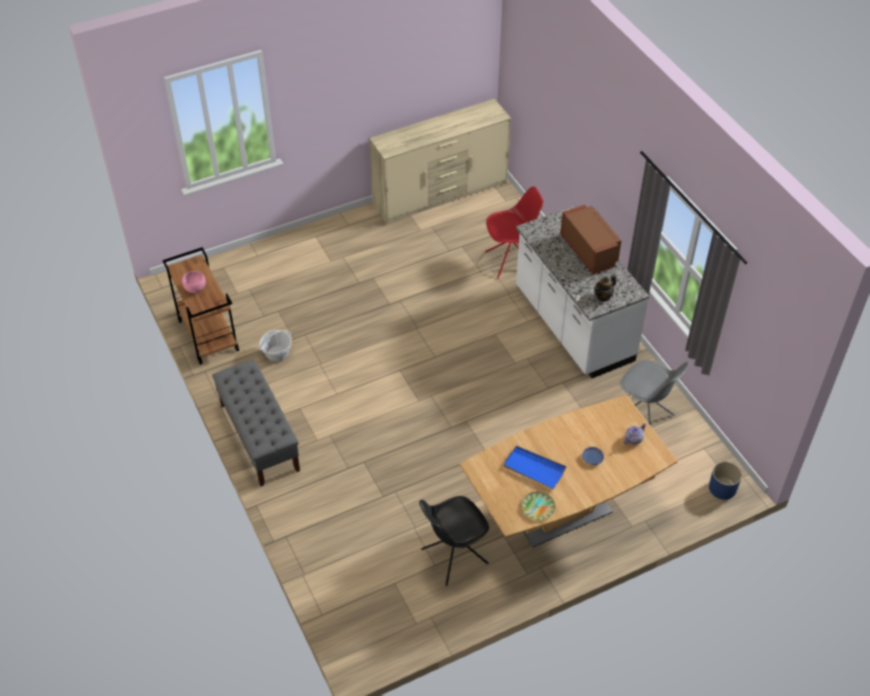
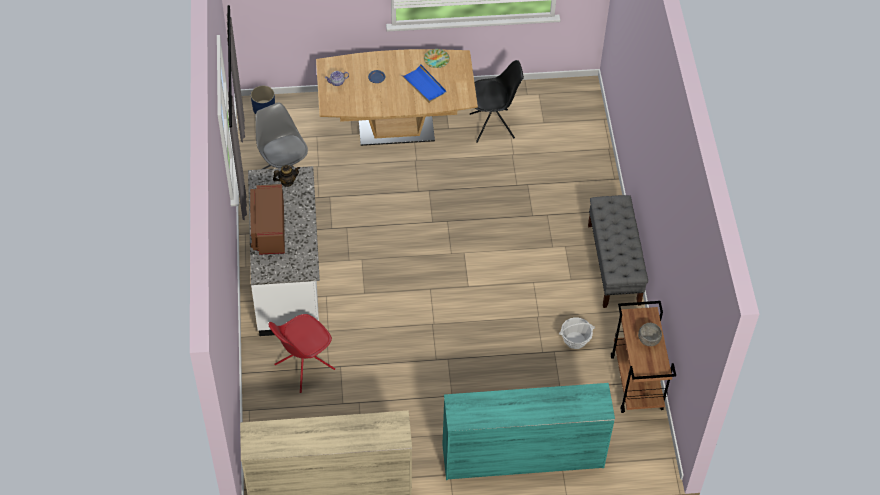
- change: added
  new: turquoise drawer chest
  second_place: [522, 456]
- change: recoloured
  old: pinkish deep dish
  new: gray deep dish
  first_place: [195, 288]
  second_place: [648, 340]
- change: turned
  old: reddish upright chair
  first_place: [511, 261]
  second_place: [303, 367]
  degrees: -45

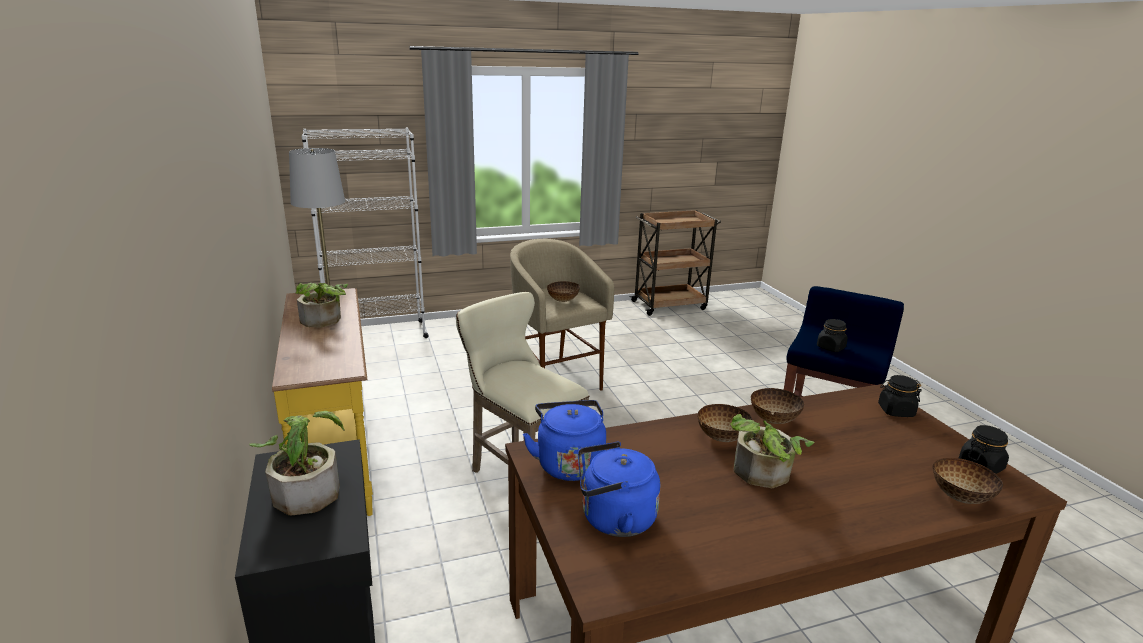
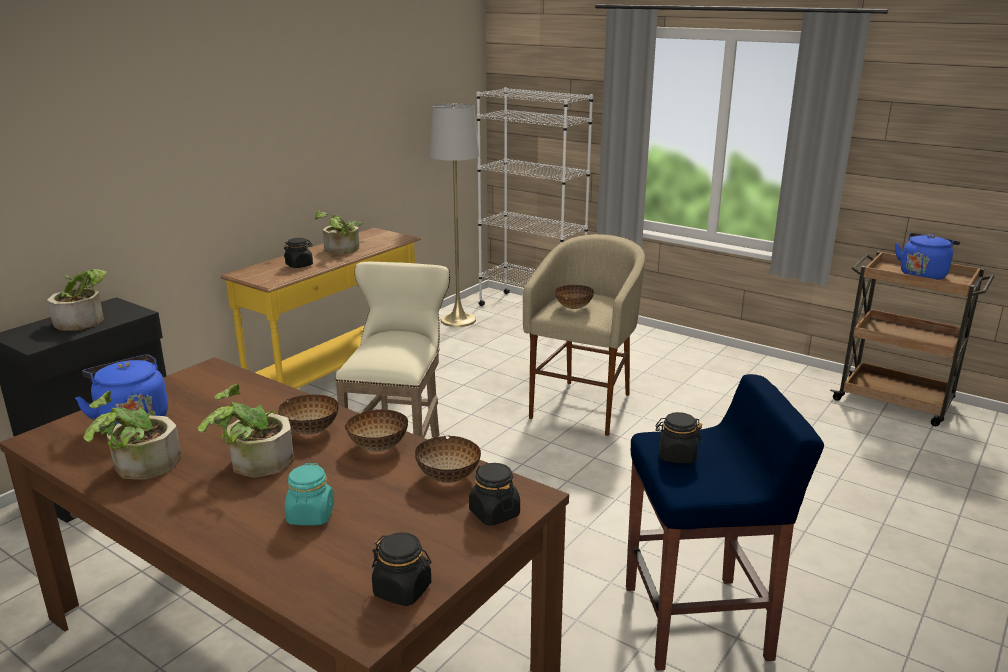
- change: added
  new: plant in a pot
  second_place: [138, 467]
- change: added
  new: black-coloured storage jar
  second_place: [299, 265]
- change: added
  new: turquoise storage jar
  second_place: [311, 516]
- change: moved
  old: blue-coloured water kettle
  first_place: [568, 463]
  second_place: [923, 275]
- change: moved
  old: deep dish
  first_place: [961, 497]
  second_place: [449, 478]

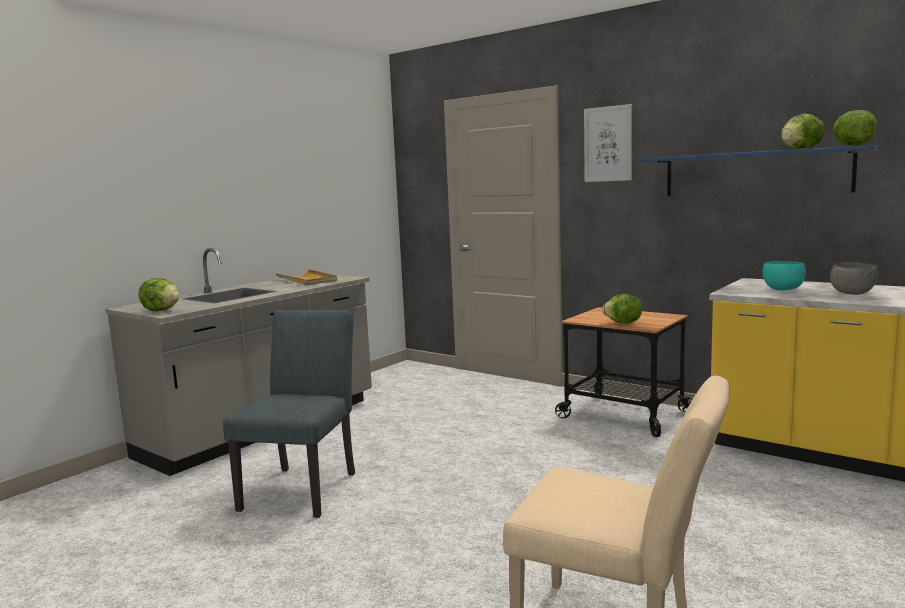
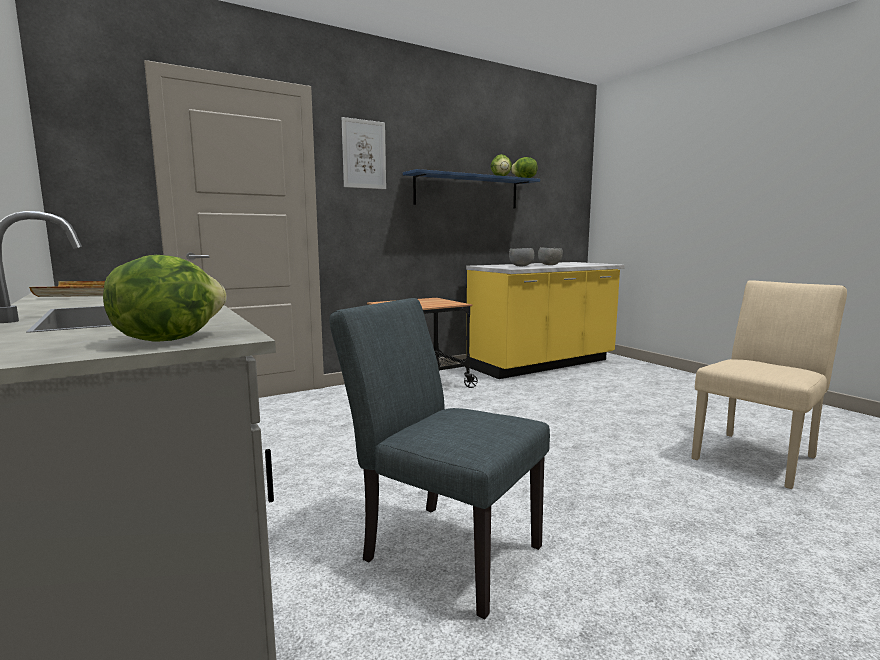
- change: removed
  old: head of lettuce
  first_place: [623, 323]
- change: recoloured
  old: turquoise deep dish
  new: gray deep dish
  first_place: [782, 290]
  second_place: [520, 266]

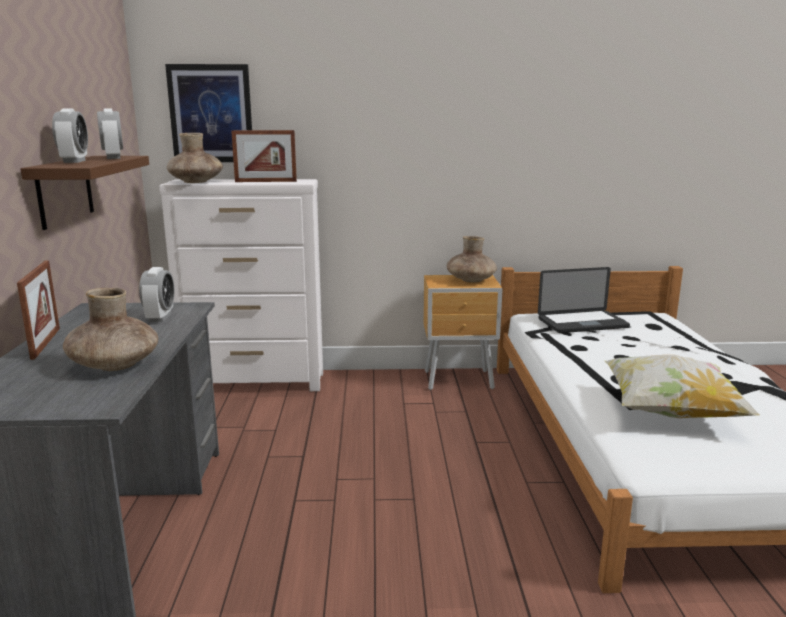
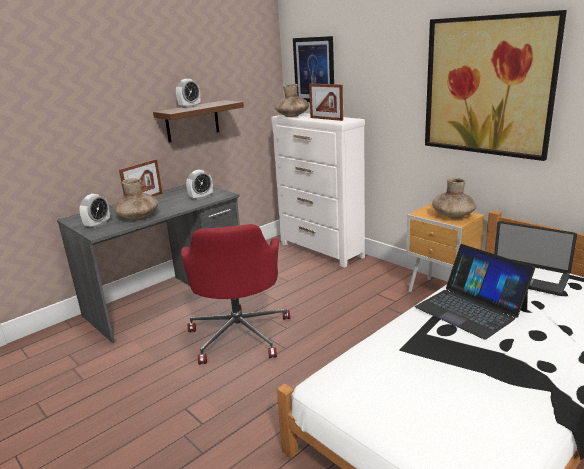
- change: removed
  old: pillow
  first_place: [670, 413]
- change: added
  new: reddish computer chair
  second_place: [240, 334]
- change: added
  new: notebook computer
  second_place: [470, 308]
- change: added
  new: wall picture
  second_place: [488, 86]
- change: moved
  old: table clock
  first_place: [113, 158]
  second_place: [97, 225]

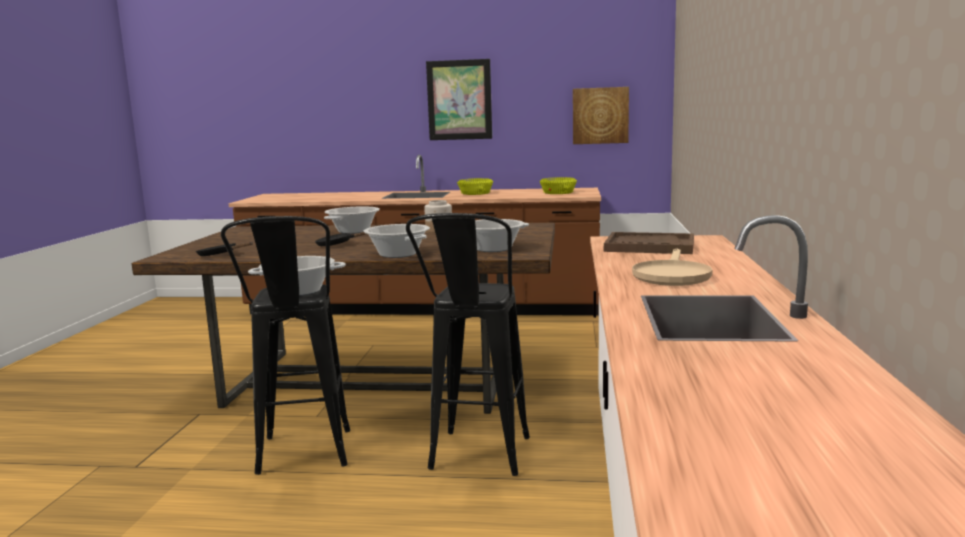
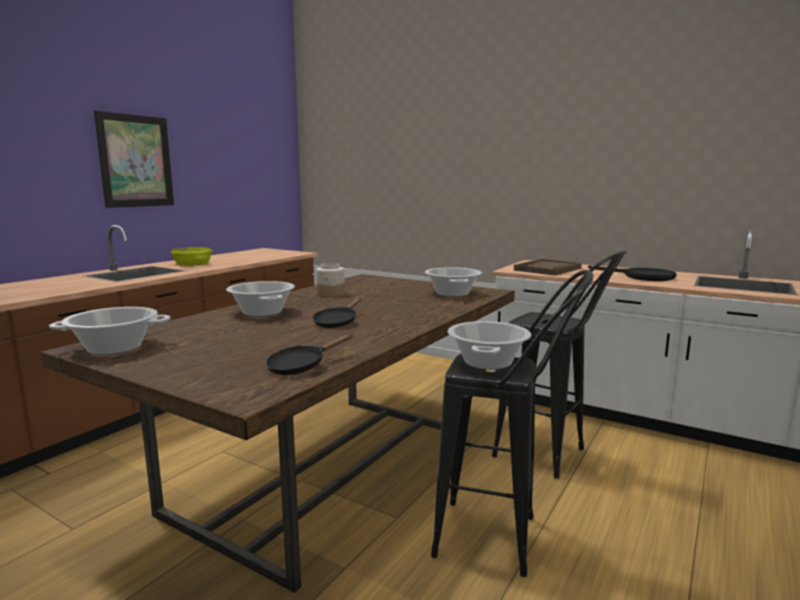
- change: removed
  old: yellow deep dish
  first_place: [557, 192]
- change: removed
  old: wall picture
  first_place: [600, 115]
- change: moved
  old: cooking pot
  first_place: [398, 254]
  second_place: [114, 348]
- change: recoloured
  old: beige skillet
  new: black-coloured skillet
  first_place: [671, 275]
  second_place: [641, 277]

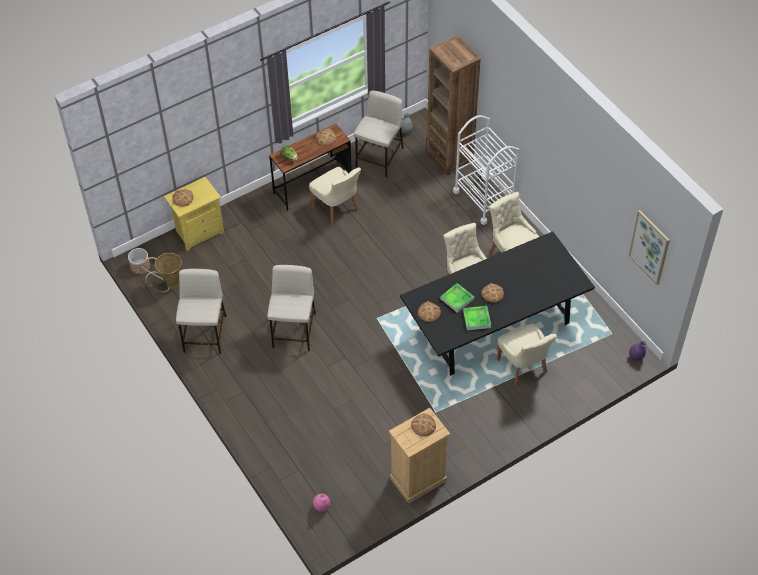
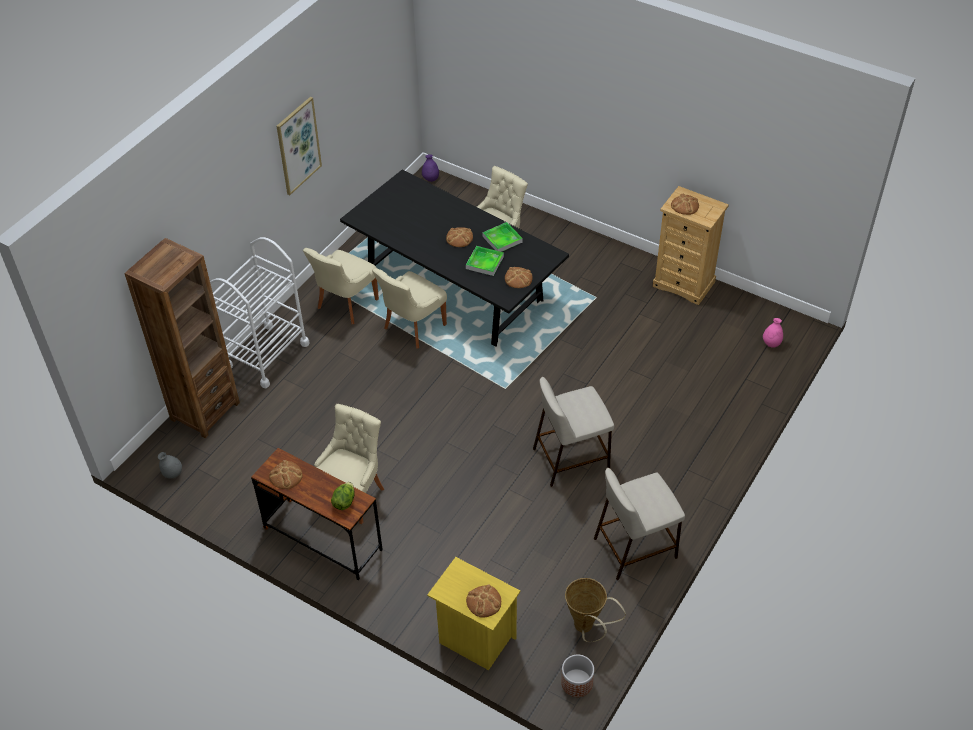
- change: removed
  old: beige stool seat
  first_place: [379, 158]
- change: moved
  old: wall picture
  first_place: [650, 247]
  second_place: [298, 145]

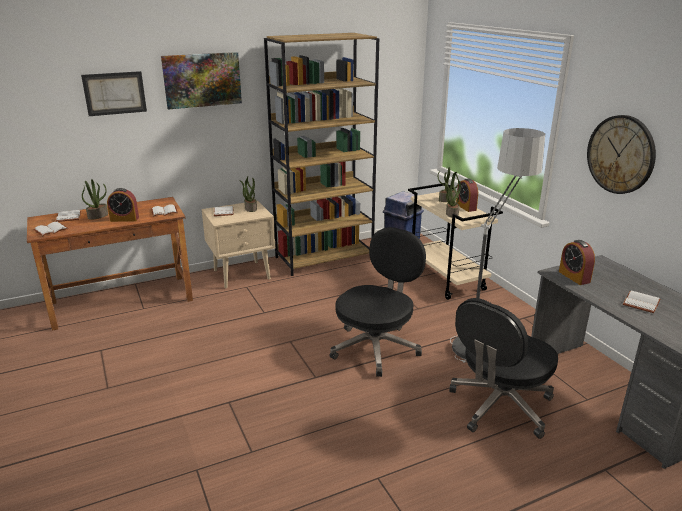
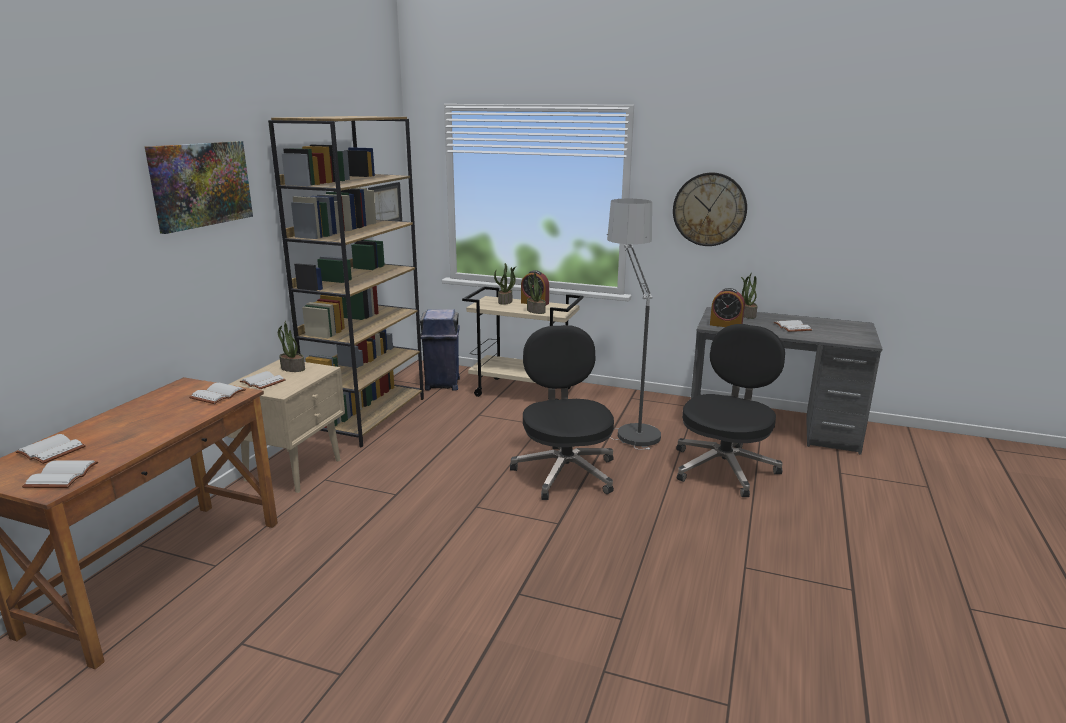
- change: removed
  old: table clock
  first_place: [124, 219]
- change: moved
  old: wall picture
  first_place: [114, 93]
  second_place: [385, 205]
- change: moved
  old: plant in a pot
  first_place: [98, 216]
  second_place: [747, 315]
- change: turned
  old: black-coloured computer chair
  first_place: [499, 406]
  second_place: [724, 467]
  degrees: -150

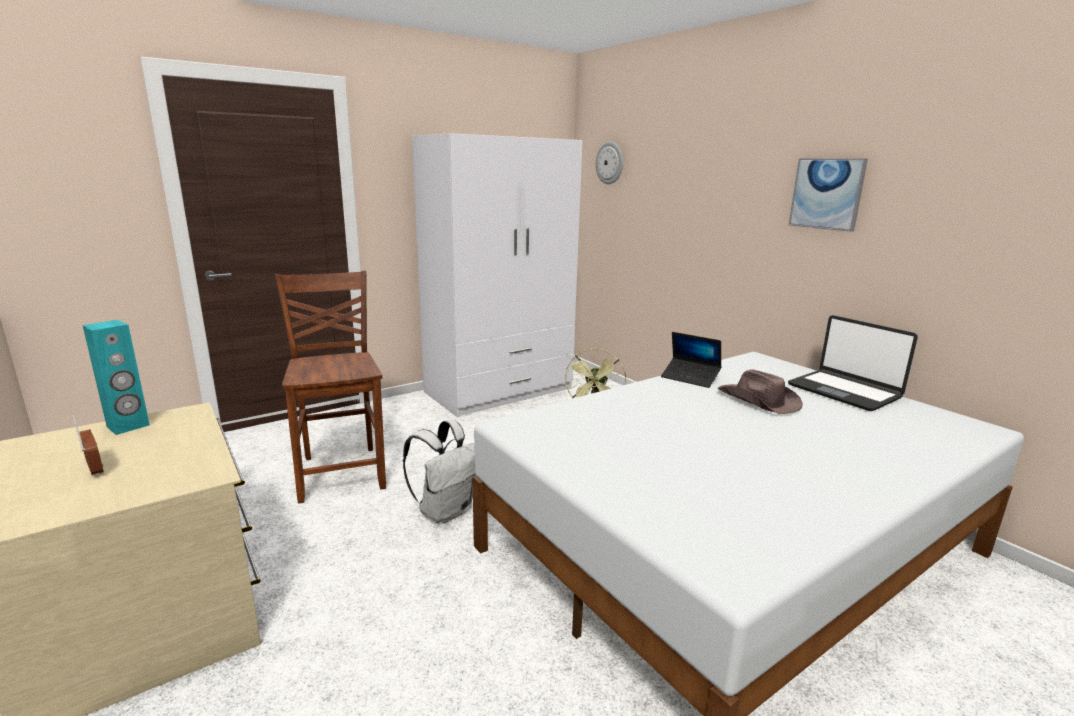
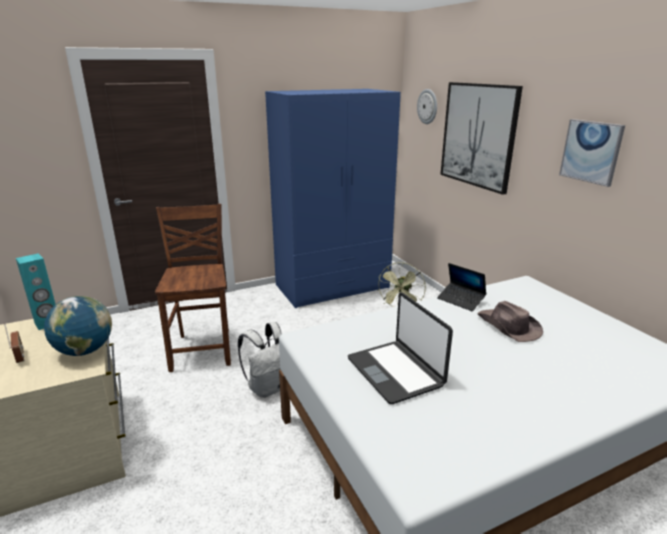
- change: added
  new: globe
  second_place: [85, 351]
- change: added
  new: wall picture
  second_place: [478, 135]
- change: moved
  old: notebook computer
  first_place: [844, 391]
  second_place: [395, 371]
- change: recoloured
  old: whitish clothes cupboard
  new: blue-coloured clothes cupboard
  first_place: [500, 390]
  second_place: [333, 286]

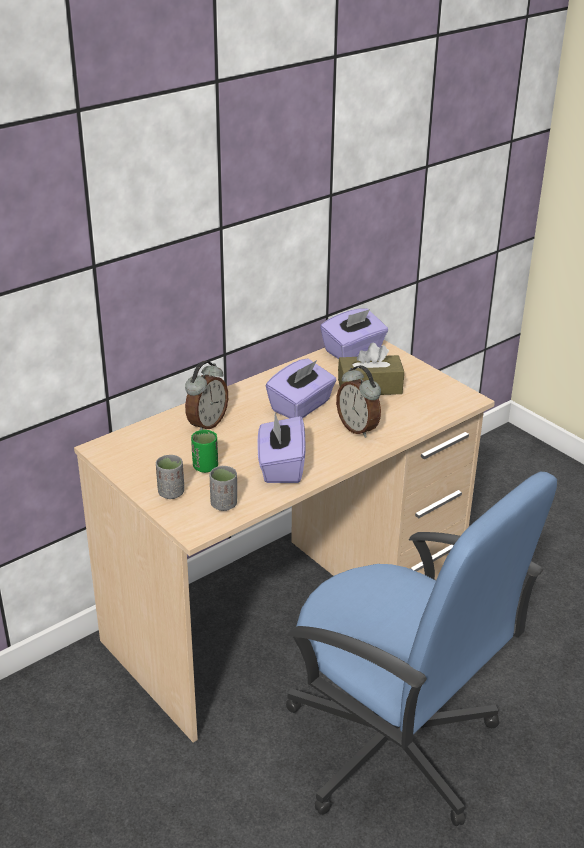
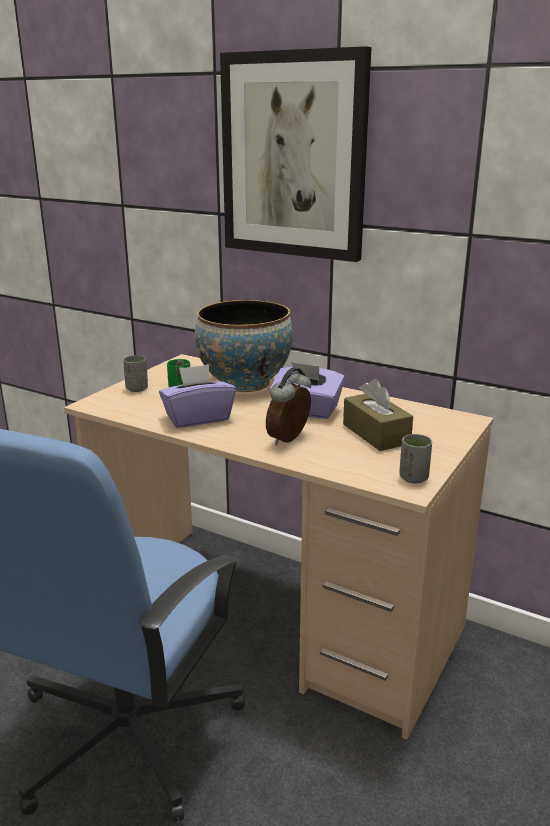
- change: removed
  old: purple tissue box
  first_place: [353, 351]
- change: added
  new: wall picture
  second_place: [294, 157]
- change: moved
  old: gray drinking cup
  first_place: [224, 504]
  second_place: [413, 478]
- change: replaced
  old: table clock
  new: deep dish
  first_place: [206, 424]
  second_place: [245, 383]

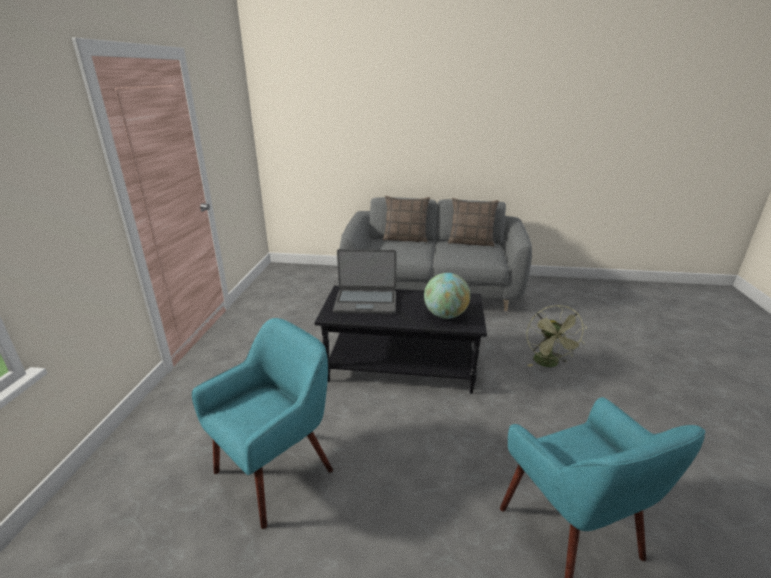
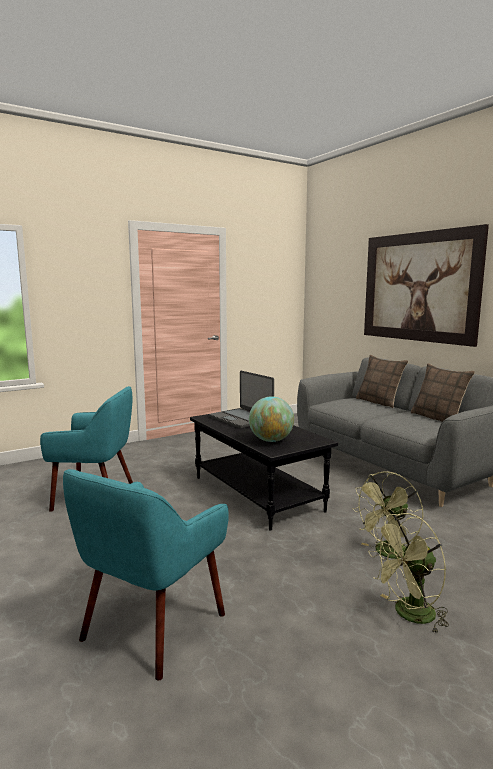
- change: added
  new: wall picture
  second_place: [419, 287]
- change: added
  new: green cooling fan
  second_place: [408, 615]

